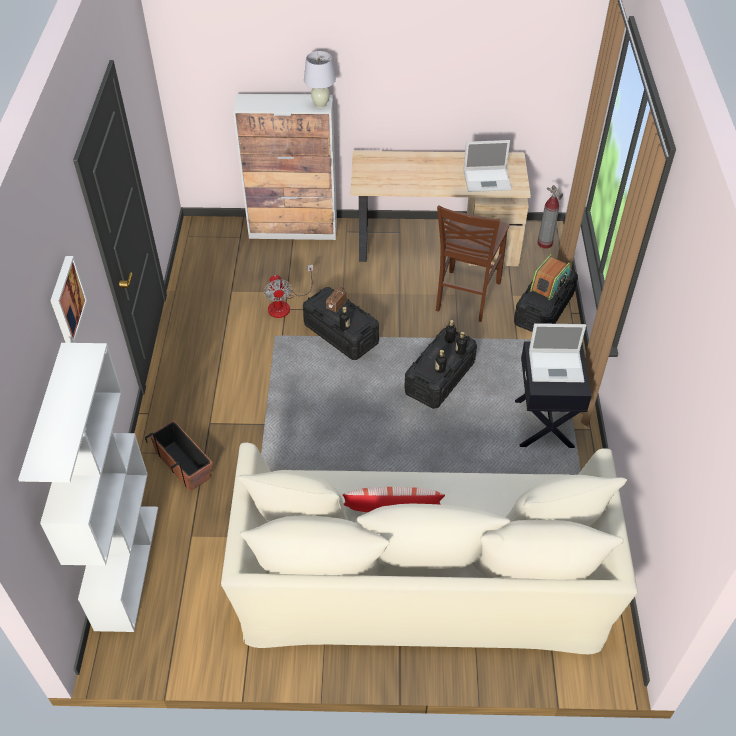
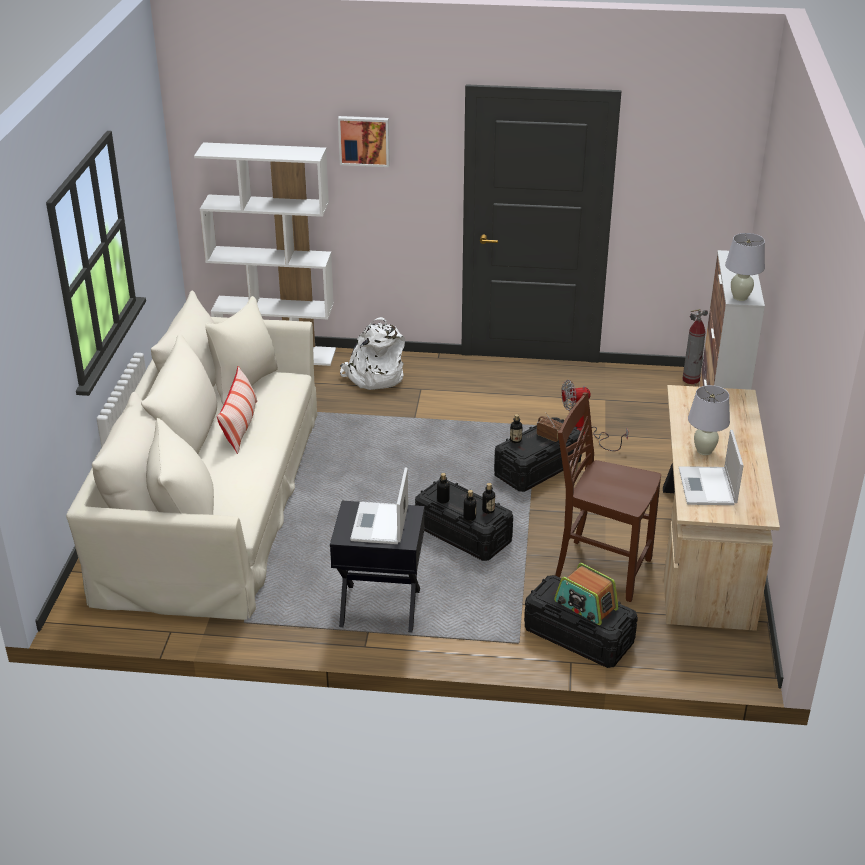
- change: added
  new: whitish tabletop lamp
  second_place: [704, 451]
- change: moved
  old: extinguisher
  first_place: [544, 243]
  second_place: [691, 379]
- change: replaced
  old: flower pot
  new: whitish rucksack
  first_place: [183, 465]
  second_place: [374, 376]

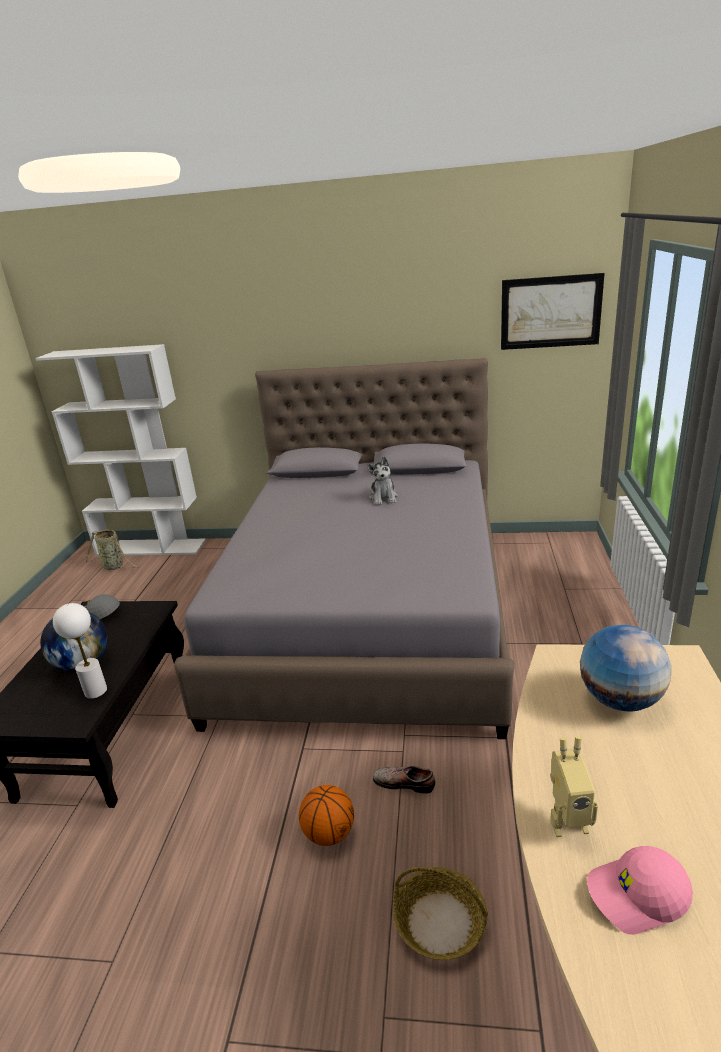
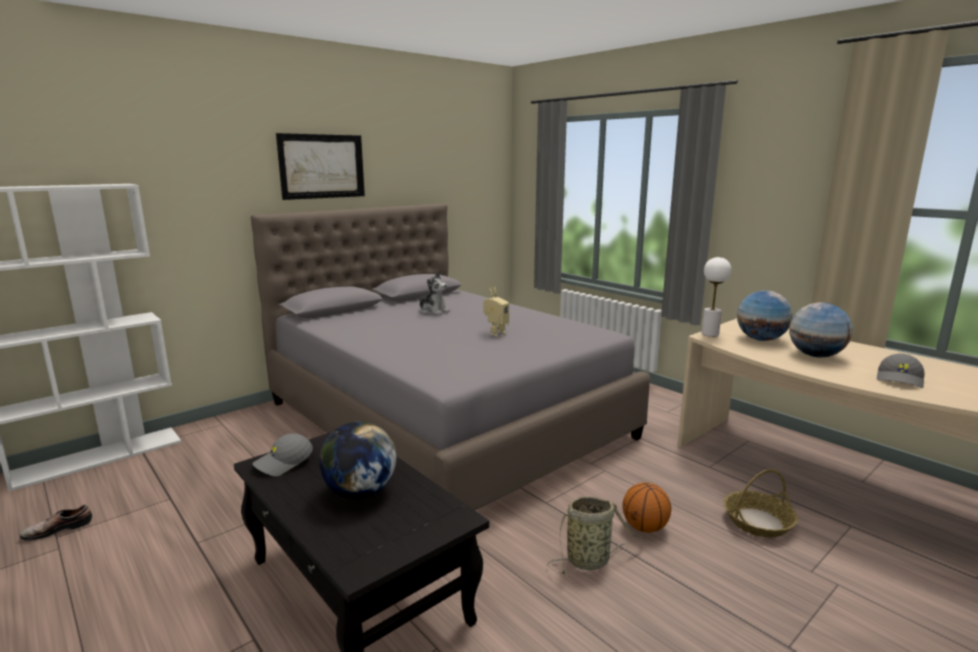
- change: added
  new: globe
  second_place: [816, 356]
- change: moved
  old: whitish tabletop lamp
  first_place: [95, 691]
  second_place: [710, 334]
- change: moved
  old: basket
  first_place: [114, 566]
  second_place: [590, 560]
- change: moved
  old: shoe
  first_place: [404, 781]
  second_place: [58, 529]
- change: moved
  old: wall picture
  first_place: [550, 312]
  second_place: [322, 166]
- change: moved
  old: robot figure
  first_place: [567, 821]
  second_place: [495, 333]
- change: recoloured
  old: pinkish peaked cap
  new: gray peaked cap
  first_place: [637, 896]
  second_place: [900, 379]

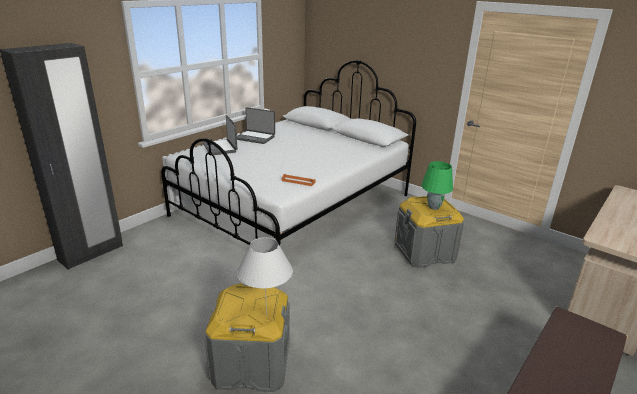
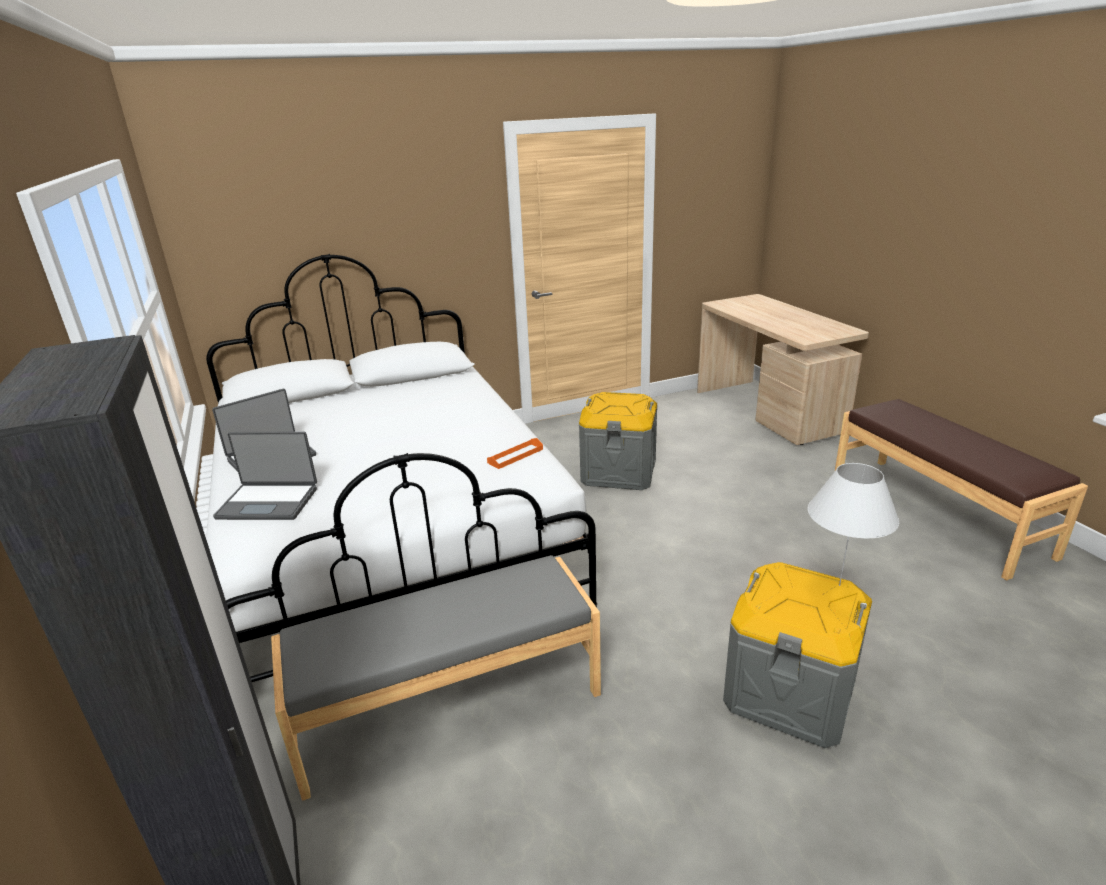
- change: removed
  old: green tabletop lamp
  first_place: [433, 207]
- change: added
  new: gray bench
  second_place: [448, 705]

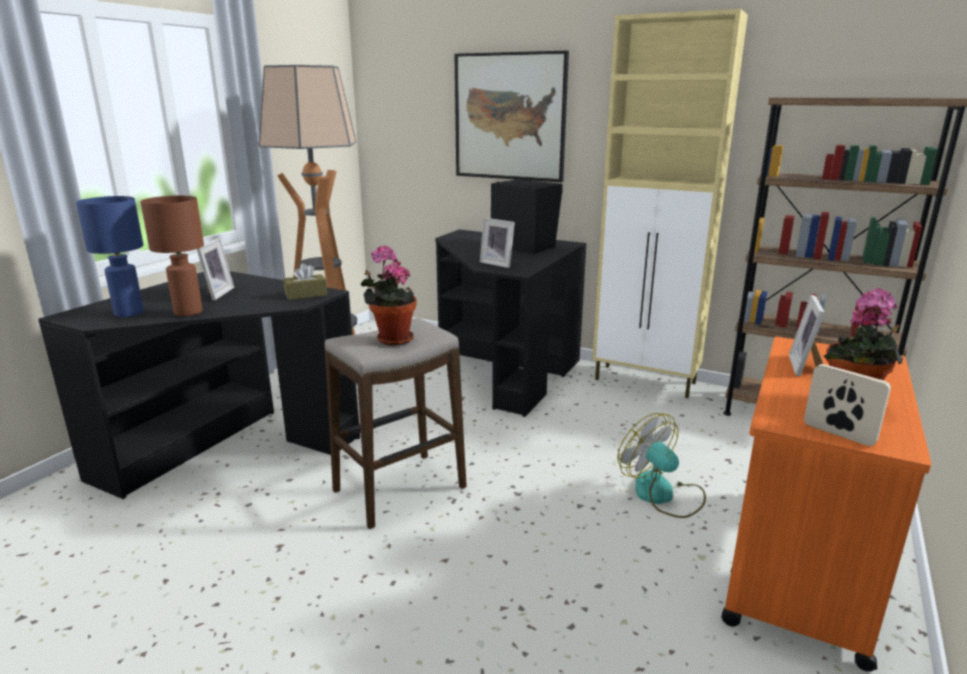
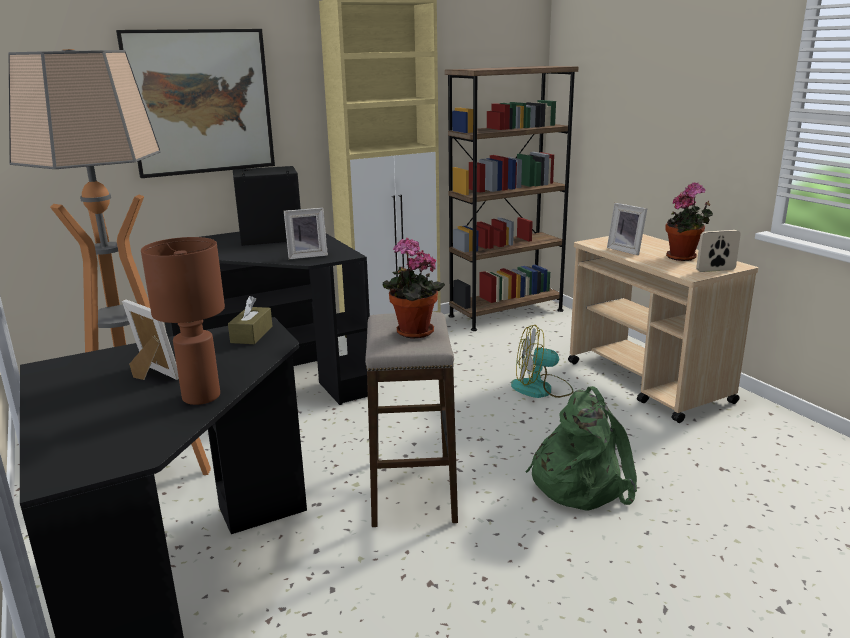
- change: removed
  old: blue-coloured tabletop lamp
  first_place: [129, 313]
- change: added
  new: green rucksack
  second_place: [579, 482]
- change: recoloured
  old: orange trolley
  new: beige trolley
  first_place: [799, 568]
  second_place: [648, 382]

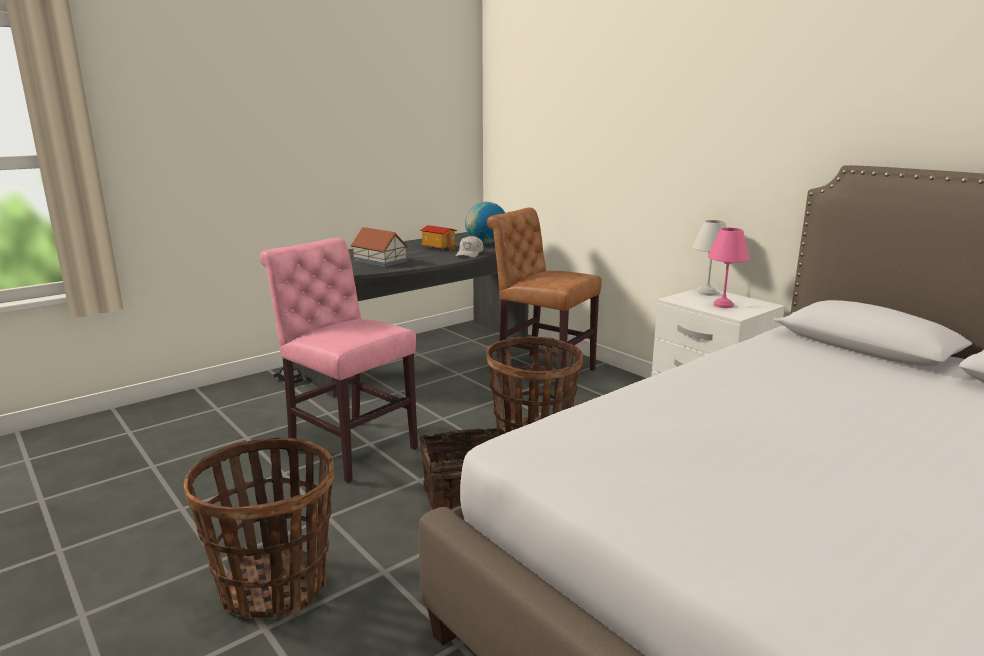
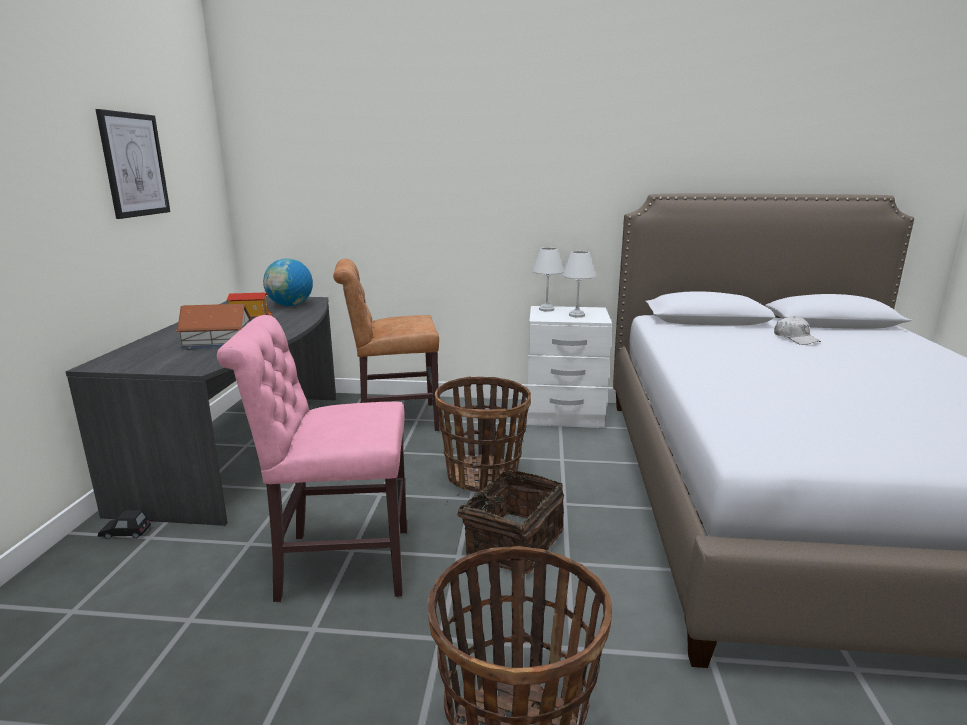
- change: added
  new: wall picture
  second_place: [134, 165]
- change: moved
  old: whitish peaked cap
  first_place: [470, 254]
  second_place: [795, 339]
- change: recoloured
  old: pinkish tabletop lamp
  new: whitish tabletop lamp
  first_place: [724, 305]
  second_place: [577, 315]

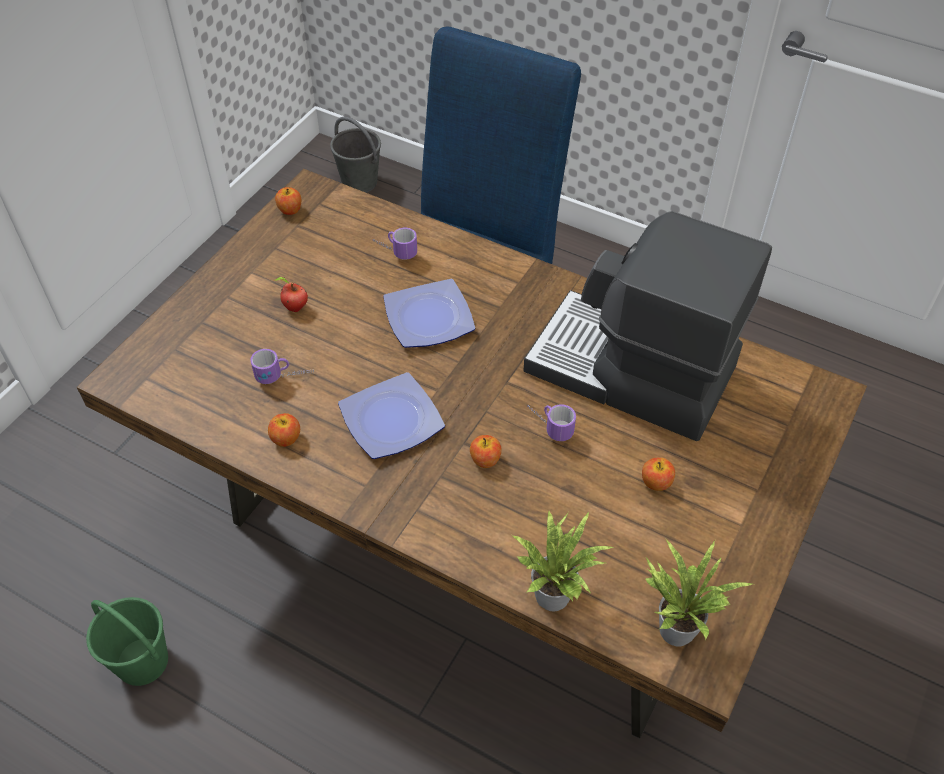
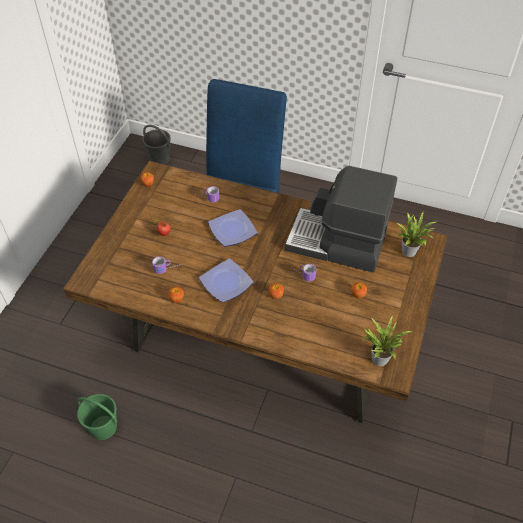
- change: moved
  old: plant in a pot
  first_place: [556, 593]
  second_place: [410, 250]

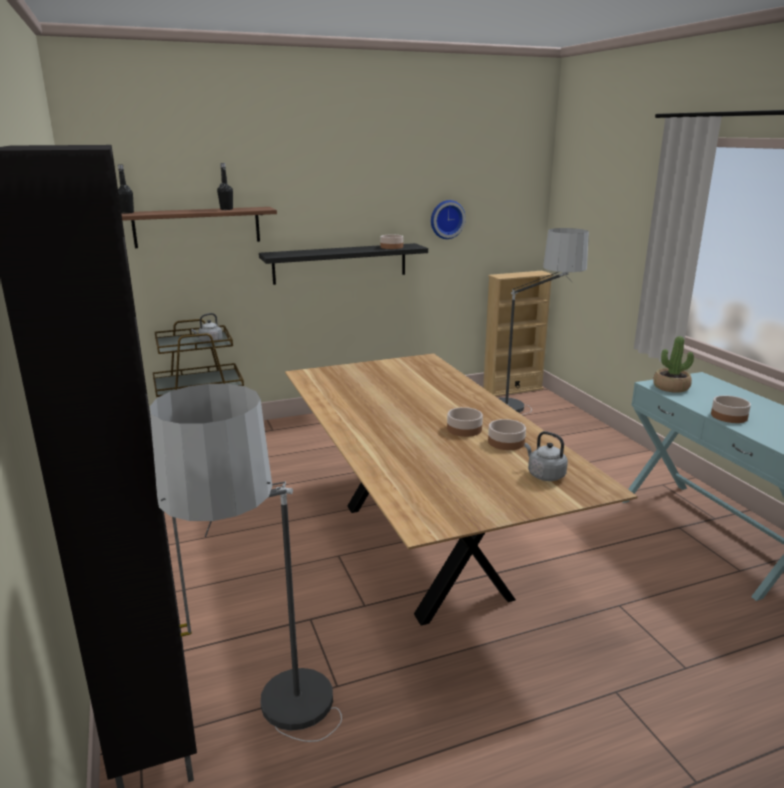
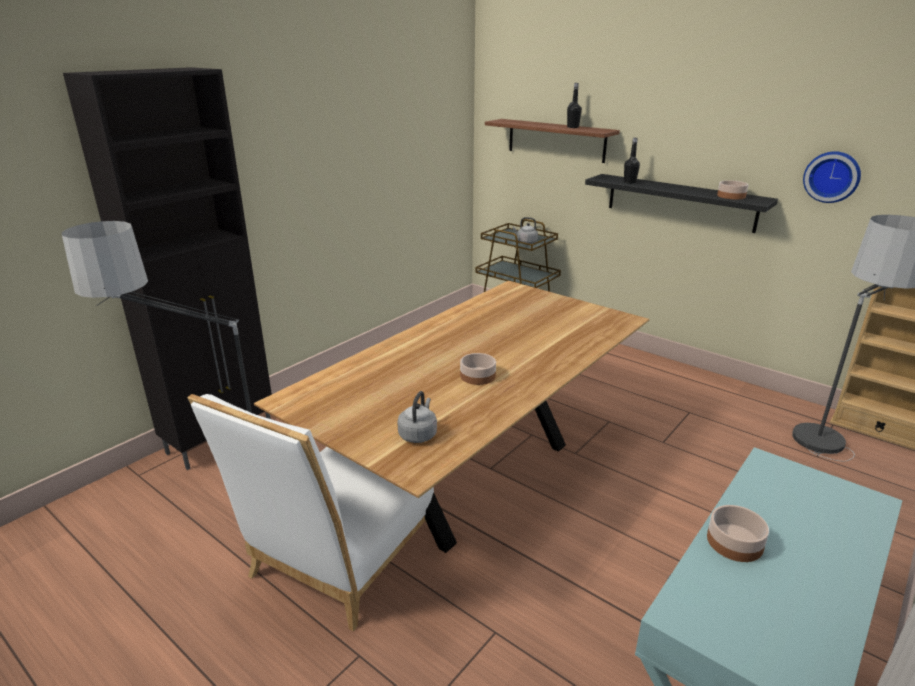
- change: removed
  old: deep dish
  first_place: [505, 442]
- change: removed
  old: plant in a pot
  first_place: [671, 387]
- change: added
  new: whitish upright chair
  second_place: [339, 559]
- change: moved
  old: black-coloured drink bottle
  first_place: [127, 212]
  second_place: [629, 182]

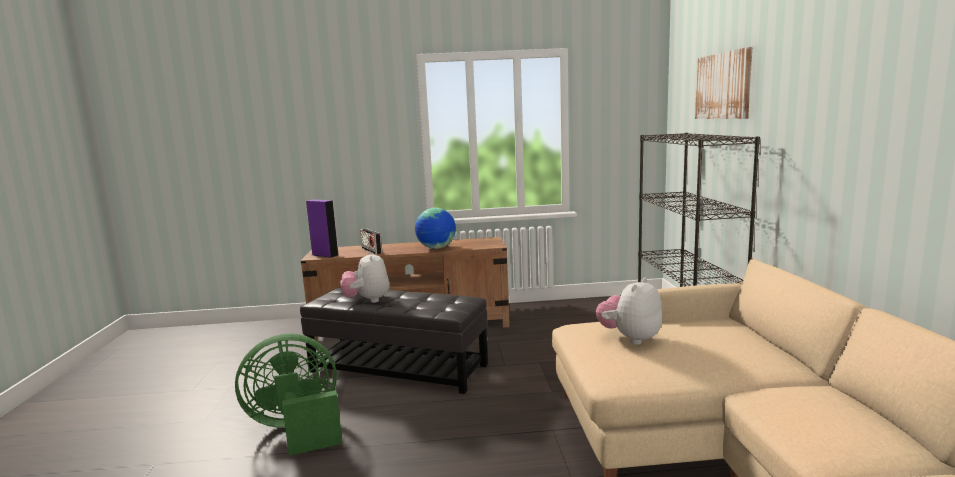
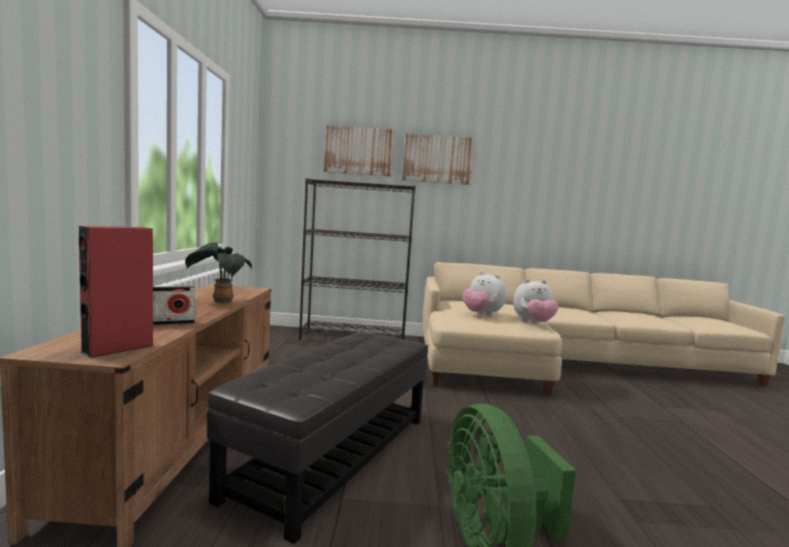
- change: added
  new: wall picture
  second_place: [437, 159]
- change: moved
  old: plush toy
  first_place: [367, 300]
  second_place: [533, 323]
- change: replaced
  old: globe
  new: plant in a pot
  first_place: [436, 248]
  second_place: [220, 302]
- change: recoloured
  old: purple speaker
  new: reddish speaker
  first_place: [325, 255]
  second_place: [118, 348]

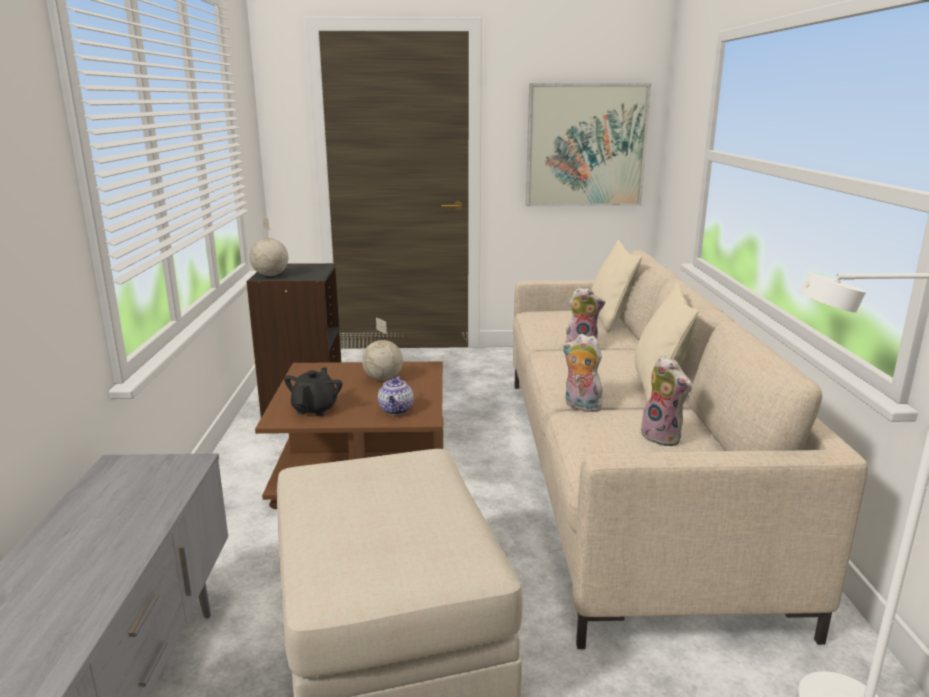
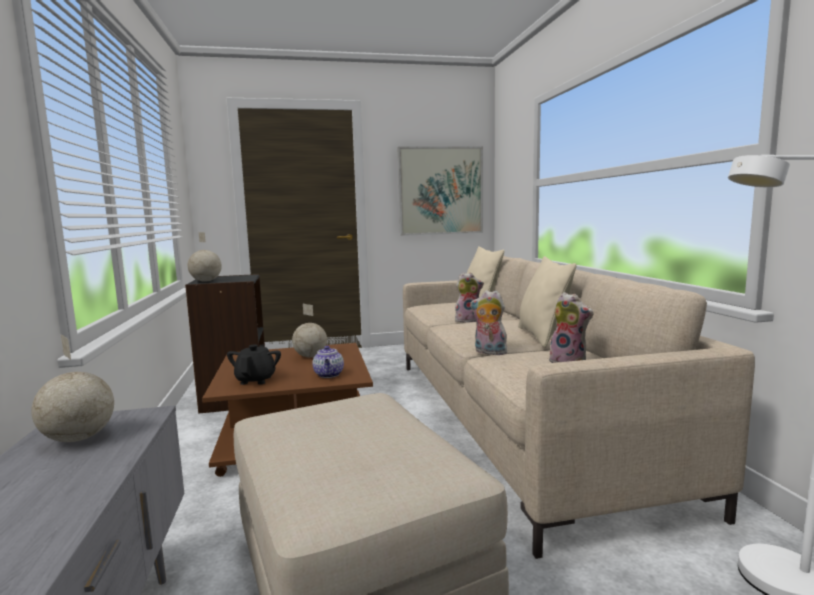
- change: added
  new: globe
  second_place: [78, 439]

